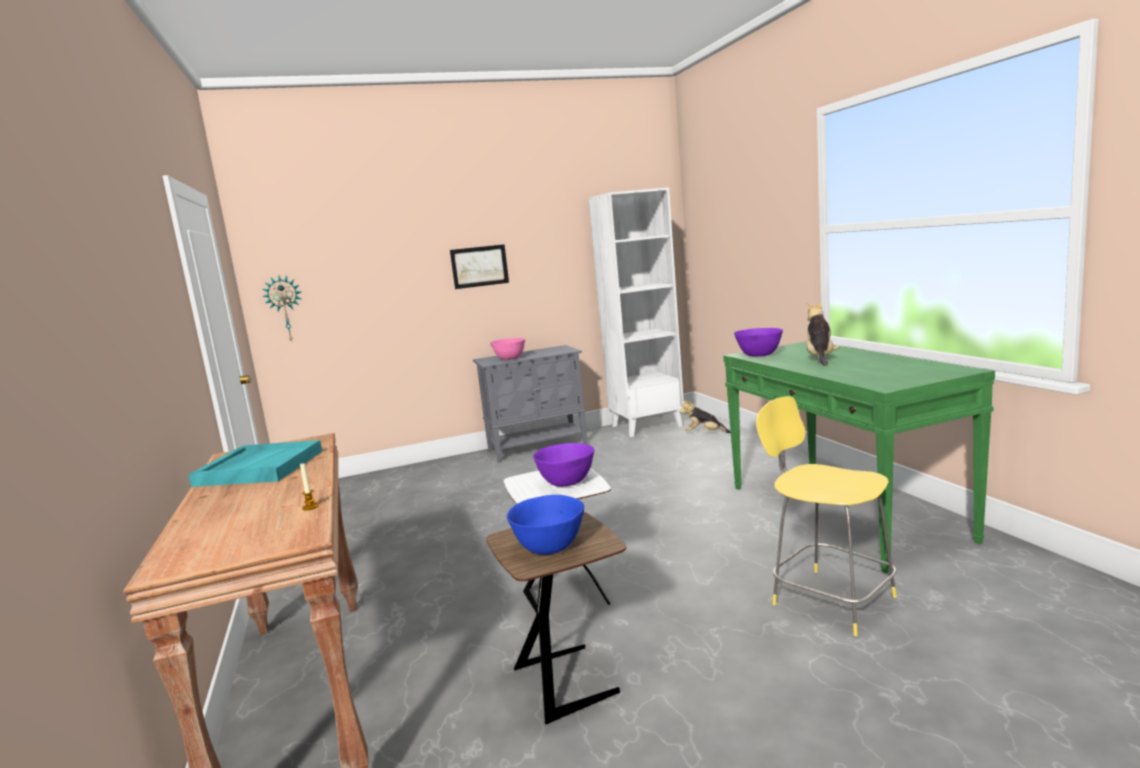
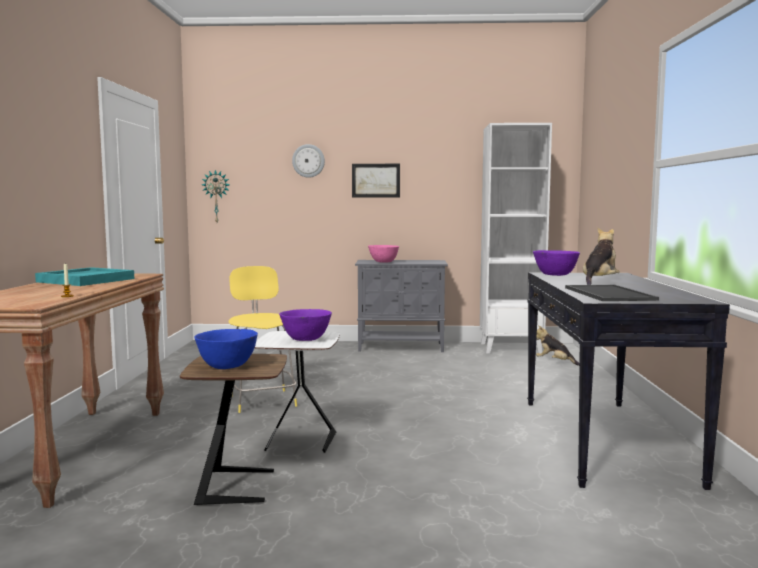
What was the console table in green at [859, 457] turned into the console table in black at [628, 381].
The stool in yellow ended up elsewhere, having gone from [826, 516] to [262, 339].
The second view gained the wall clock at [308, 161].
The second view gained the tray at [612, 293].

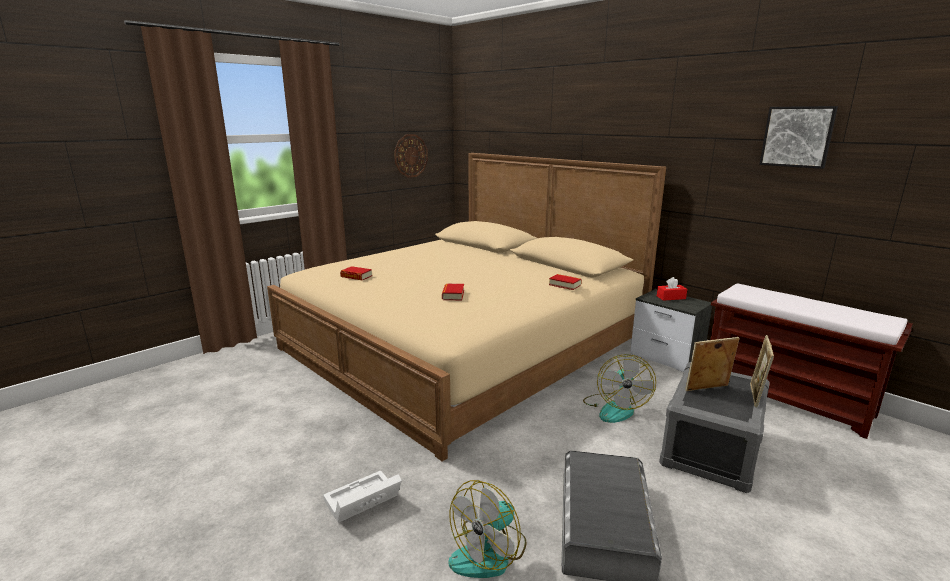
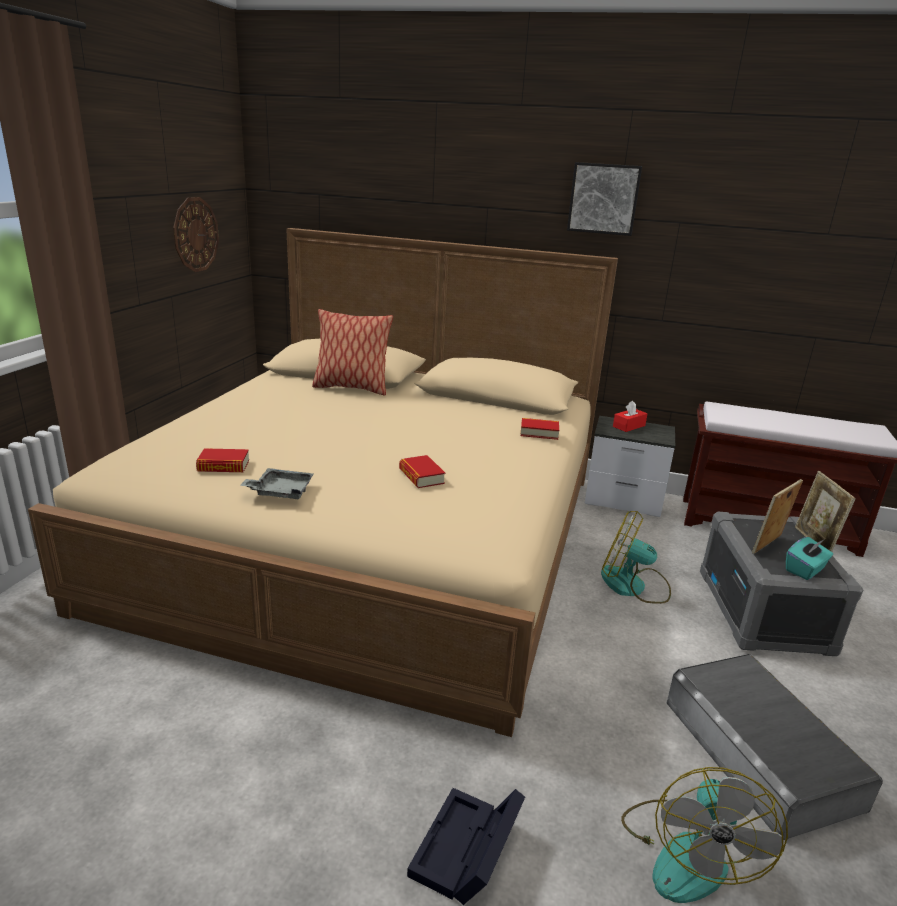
What was the storage box in white at [362, 496] turned into the storage box in black at [466, 846].
The fan at [619, 388] ended up facing another way, 135 degrees clockwise from before.
The picture ended up elsewhere, having gone from [798, 137] to [604, 199].
The second view gained the tray in grey at [277, 483].
The second view gained the pillow at [352, 352].
The second view gained the tissue box in turquoise at [809, 558].

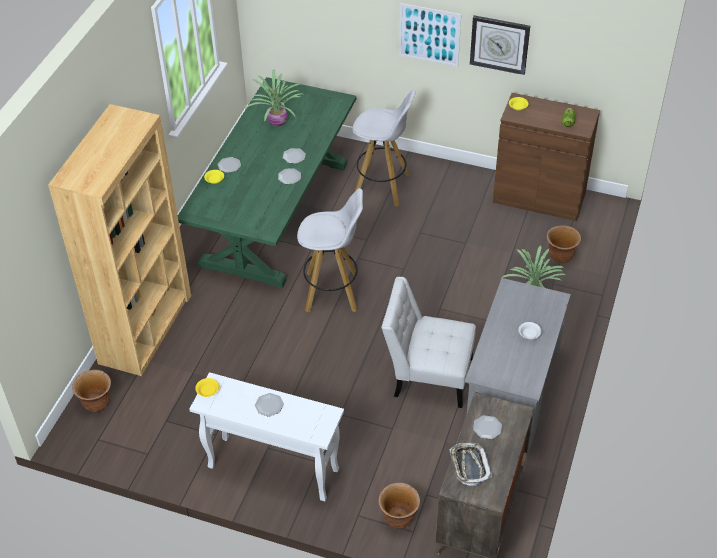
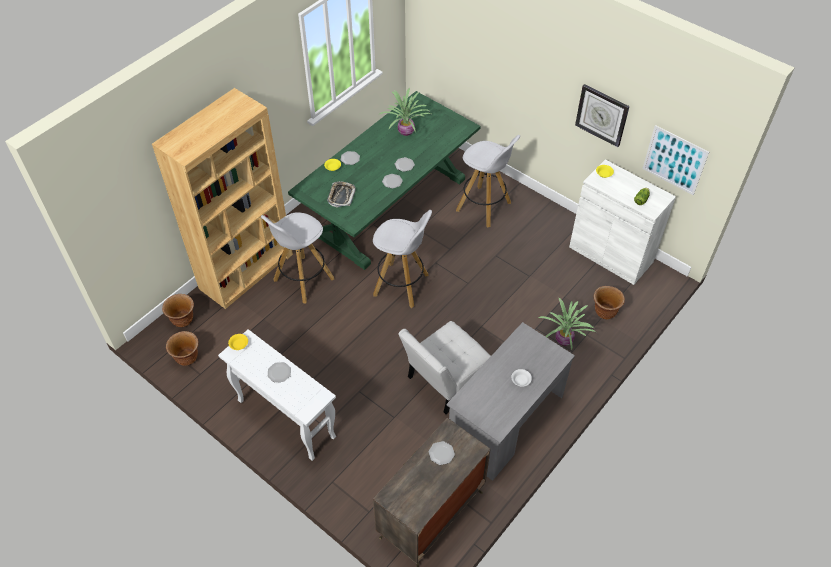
The planter in brown ended up elsewhere, having gone from [399, 505] to [182, 348].
The chair in white at [429, 342] ended up facing another way, 75 degrees counterclockwise from before.
The picture ended up elsewhere, having gone from [430, 35] to [675, 160].
The tray ended up elsewhere, having gone from [470, 464] to [341, 194].
What was the cabinet in brown at [546, 157] turned into the cabinet in white at [622, 222].
The second view gained the stool in white at [297, 257].

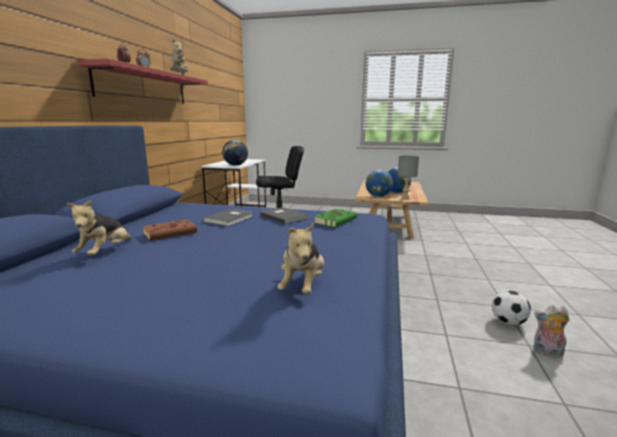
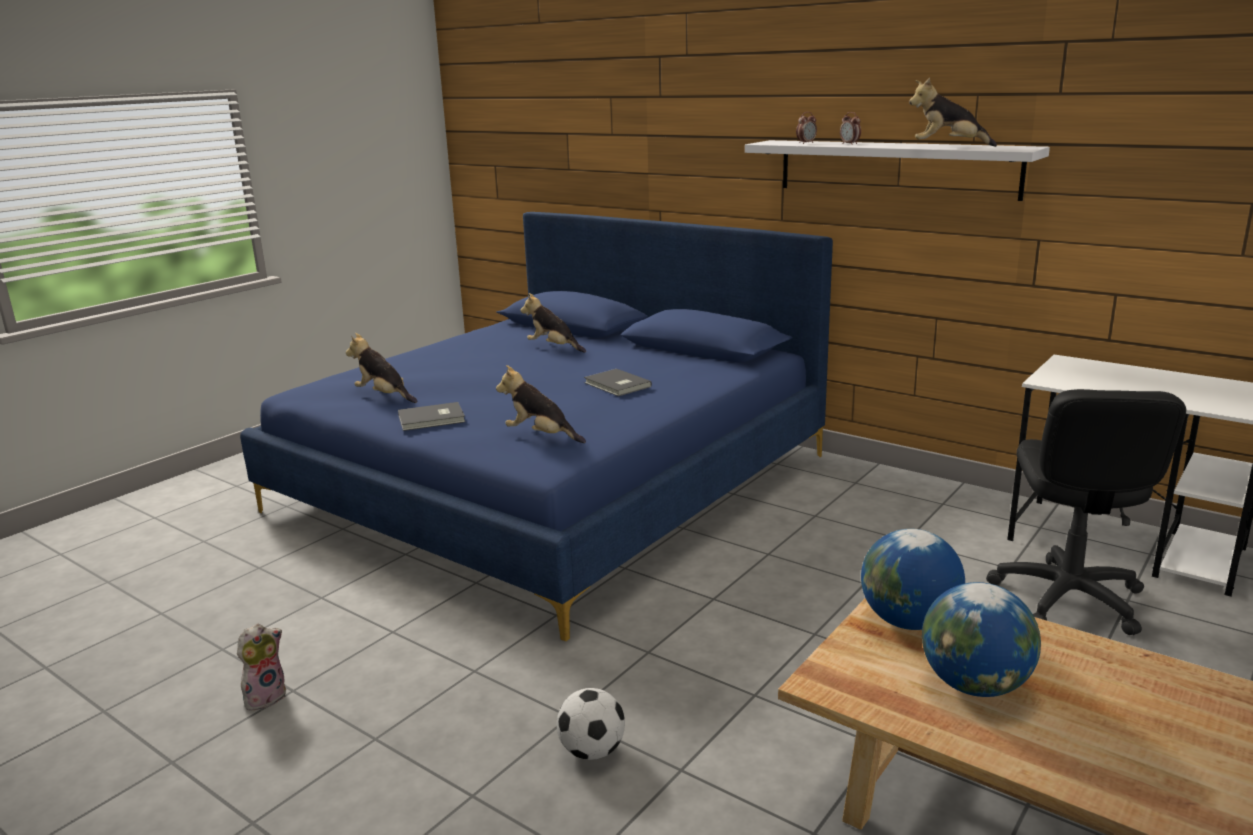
What was the shelf in red at [142, 81] turned into the shelf in white at [897, 170].
The second view lost the book in brown at [171, 230].
The second view lost the globe at [235, 153].
The book in grey ended up elsewhere, having gone from [284, 215] to [431, 416].
Where the book in green stood at [335, 218], the plush toy came to stand at [541, 404].
The second view lost the table lamp in grey at [408, 178].
The football ended up elsewhere, having gone from [511, 307] to [591, 724].

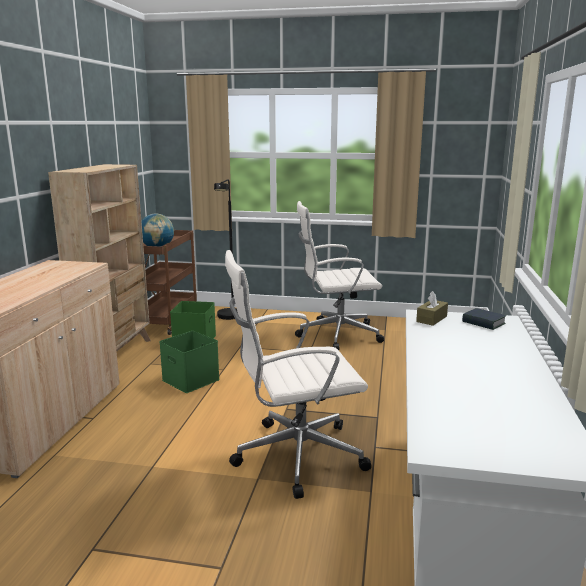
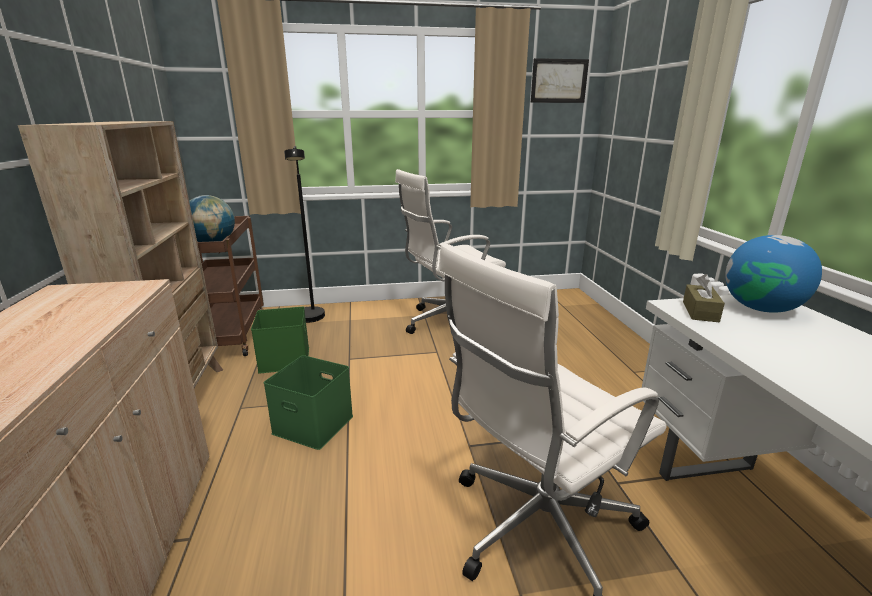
Where the book stood at [484, 319], the globe came to stand at [773, 274].
The second view gained the picture at [560, 80].

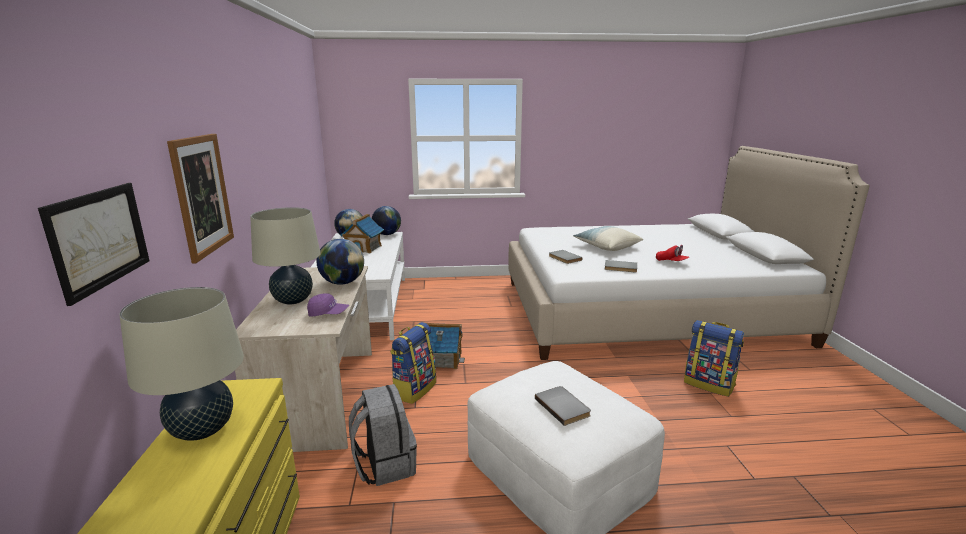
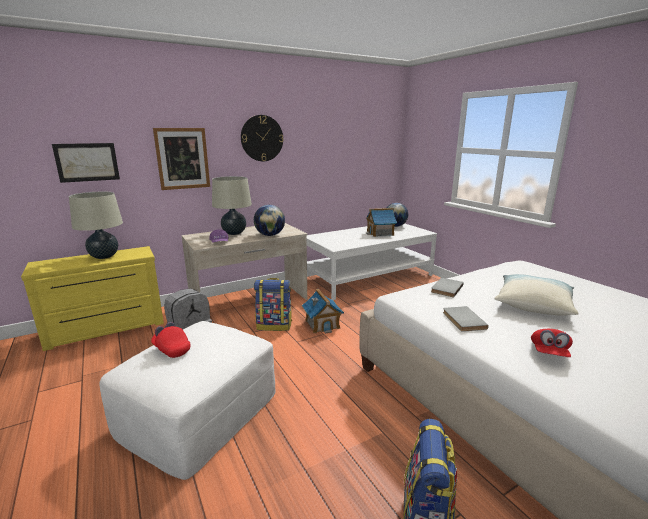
The second view lost the globe at [386, 220].
Where the book in grey stood at [563, 406], the cap in red came to stand at [170, 340].
The second view gained the wall clock at [262, 138].

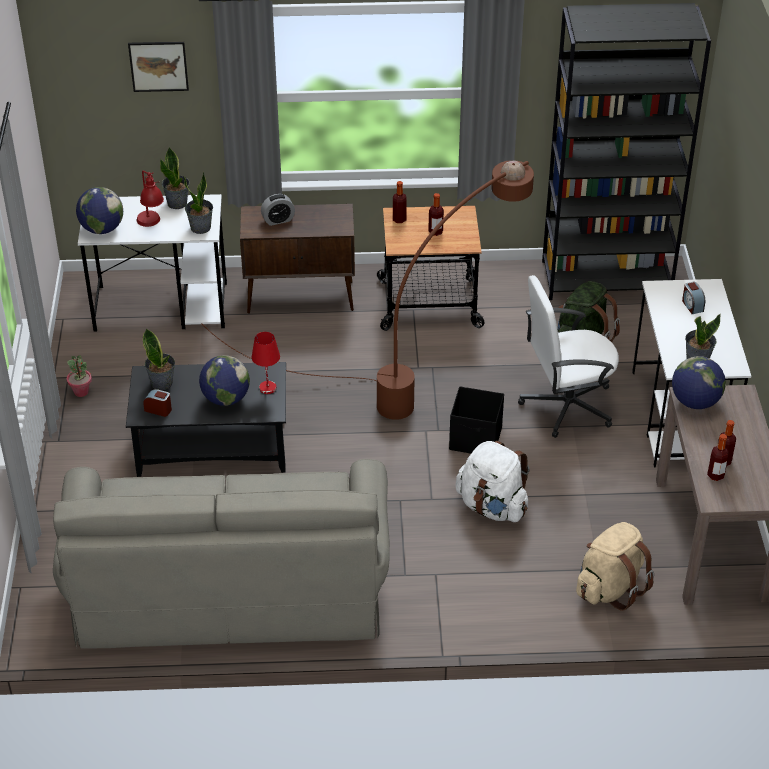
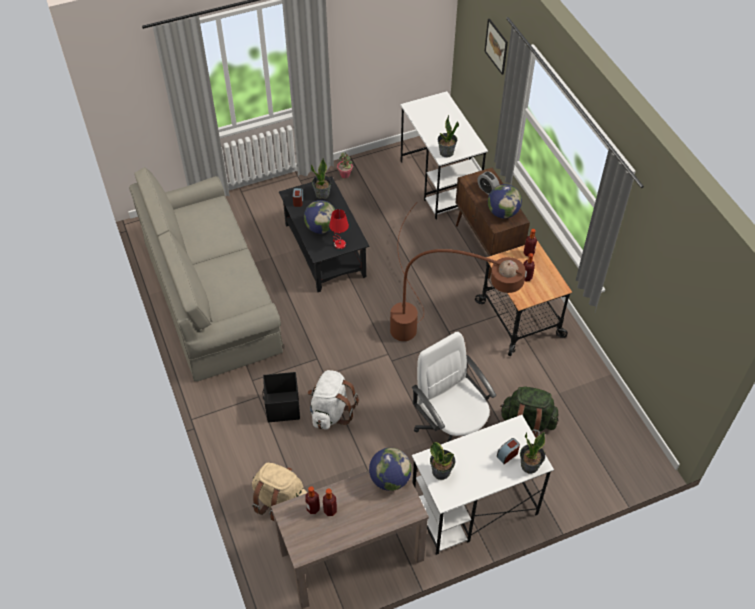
The globe ended up elsewhere, having gone from [99, 210] to [505, 201].
The second view lost the table lamp in red at [150, 199].
The potted plant ended up elsewhere, having gone from [174, 178] to [532, 452].
The storage box in black ended up elsewhere, having gone from [476, 419] to [281, 397].
The second view lost the bookcase in black at [626, 151].

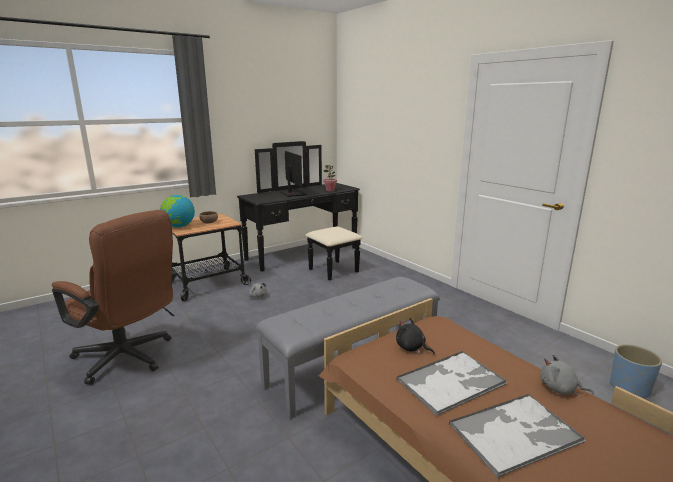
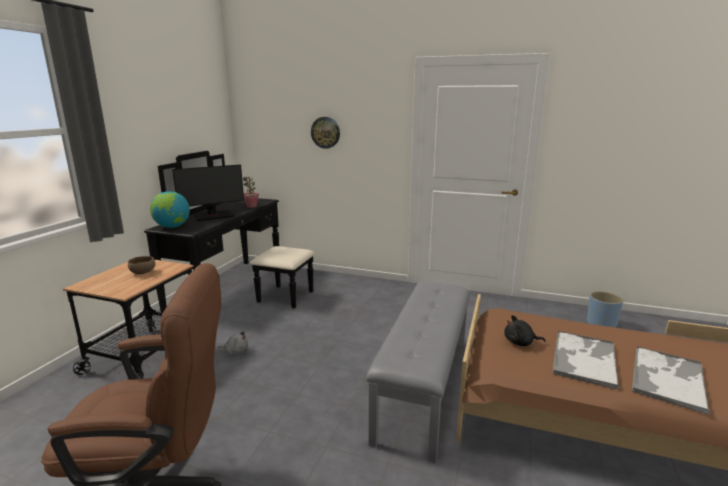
The globe ended up elsewhere, having gone from [177, 211] to [170, 209].
The monitor at [293, 174] ended up facing another way, 120 degrees clockwise from before.
The second view lost the plush toy in grey at [567, 375].
The second view gained the wall clock at [325, 133].

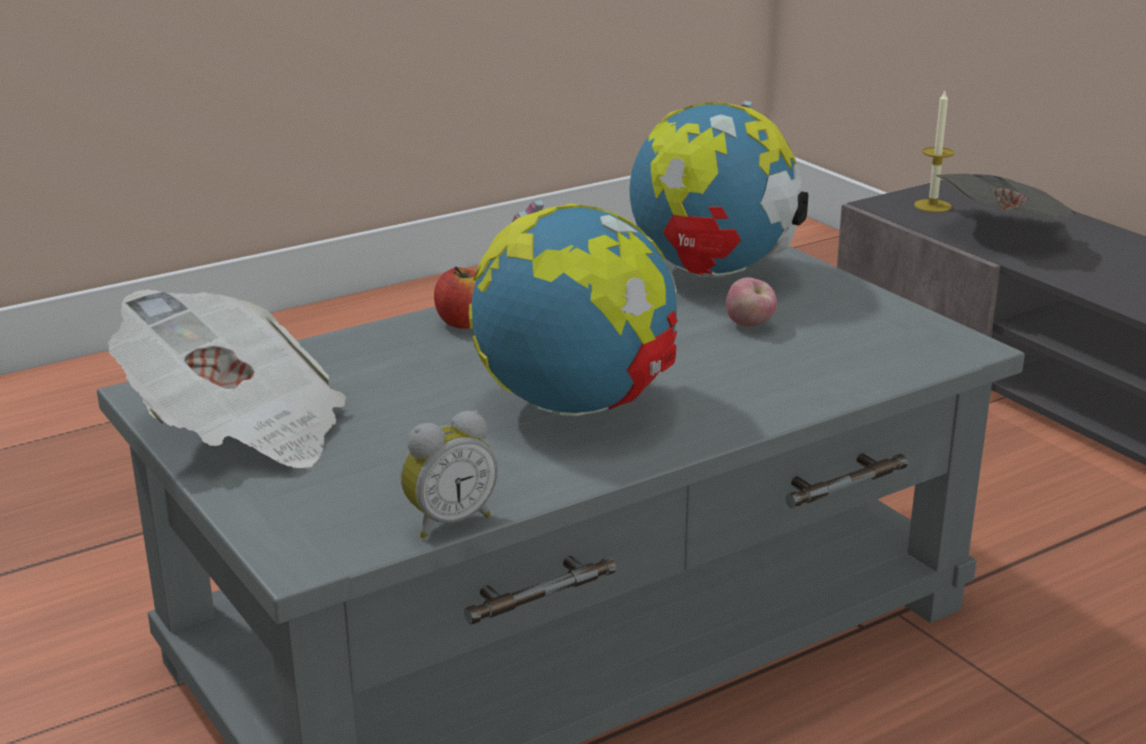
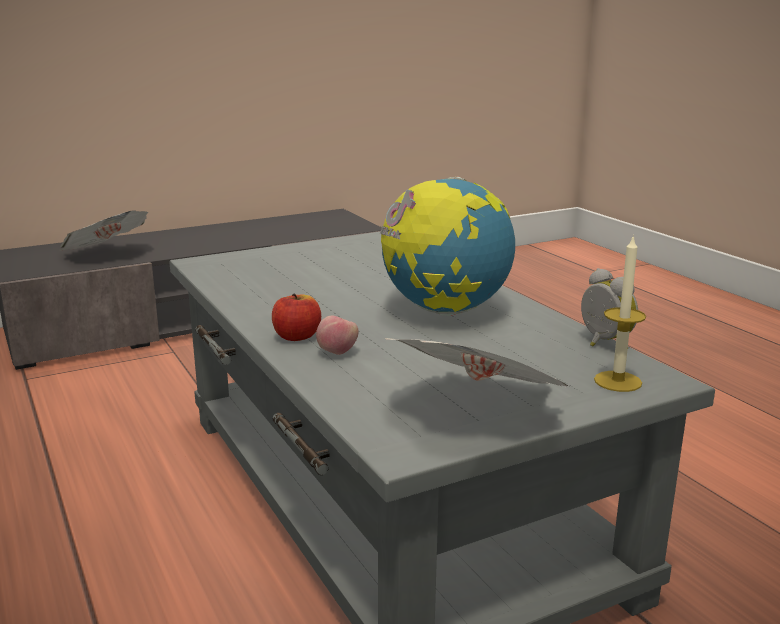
The second view lost the globe at [718, 189].
The apple ended up elsewhere, having gone from [751, 302] to [337, 335].
The candle ended up elsewhere, having gone from [934, 151] to [620, 313].

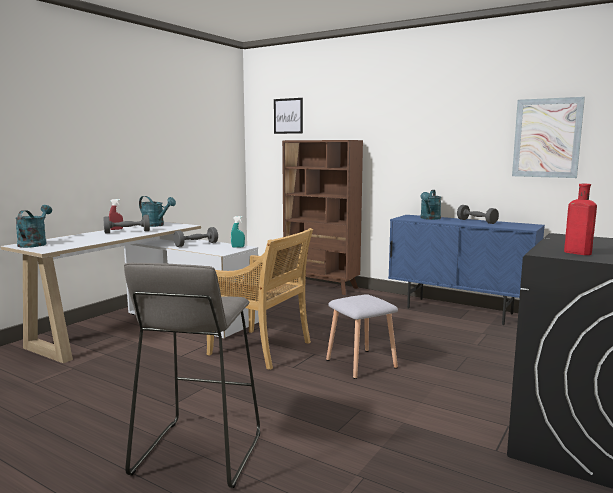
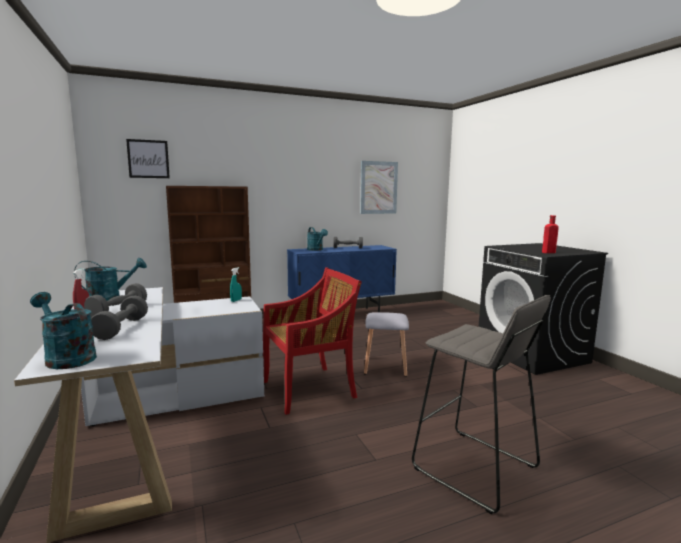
The dumbbell in grey ended up elsewhere, having gone from [196, 237] to [119, 317].
What was the chair in beige at [260, 299] turned into the chair in red at [312, 341].

